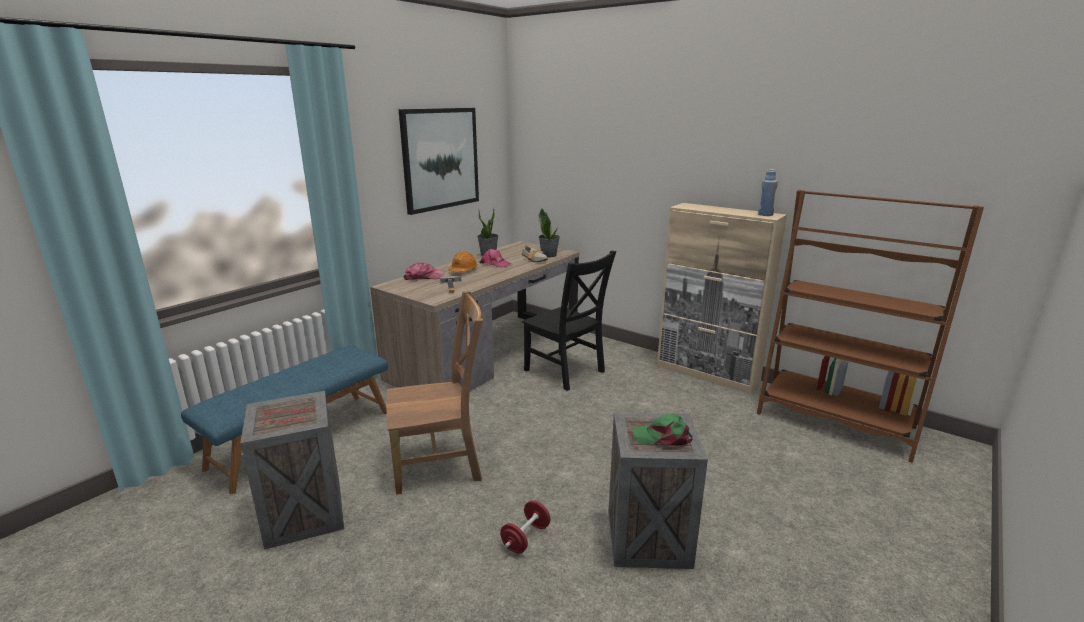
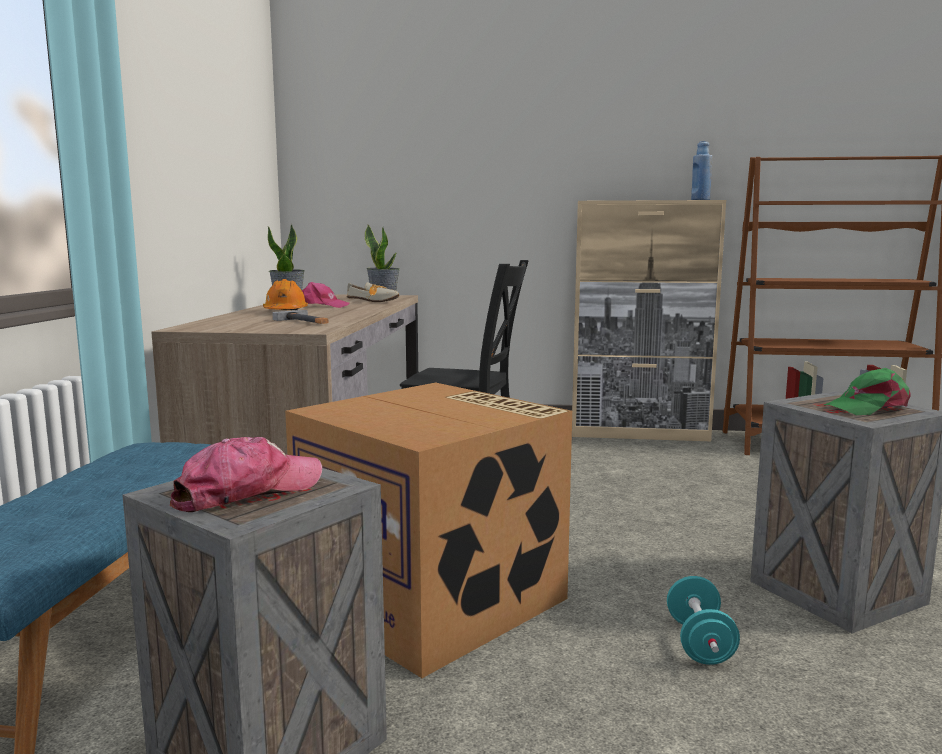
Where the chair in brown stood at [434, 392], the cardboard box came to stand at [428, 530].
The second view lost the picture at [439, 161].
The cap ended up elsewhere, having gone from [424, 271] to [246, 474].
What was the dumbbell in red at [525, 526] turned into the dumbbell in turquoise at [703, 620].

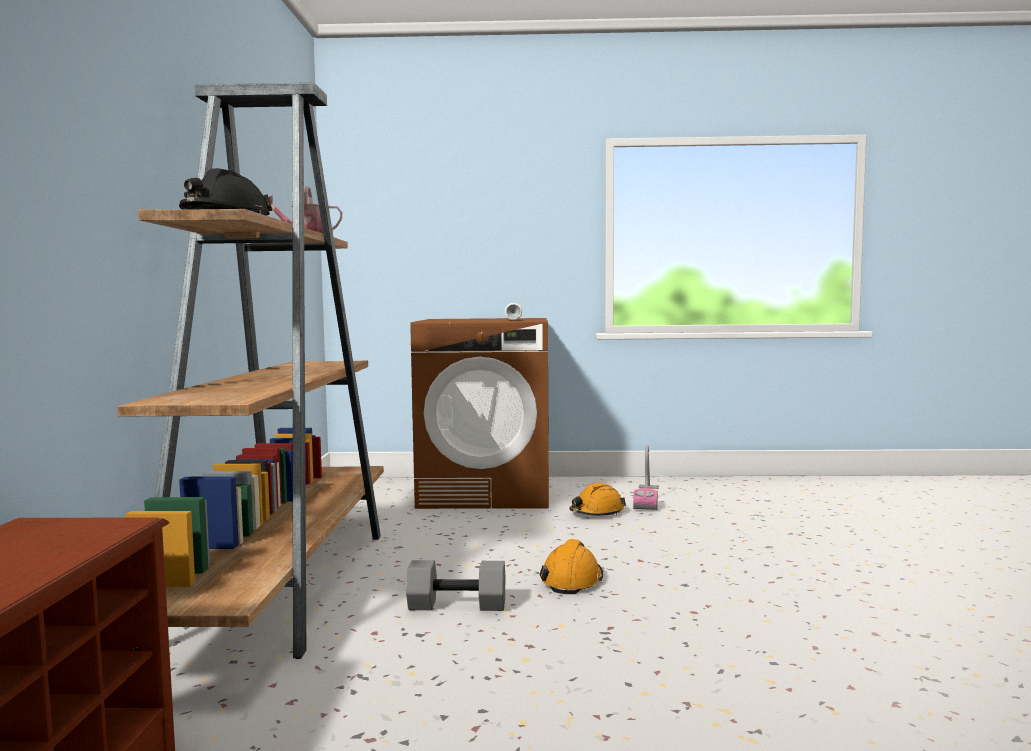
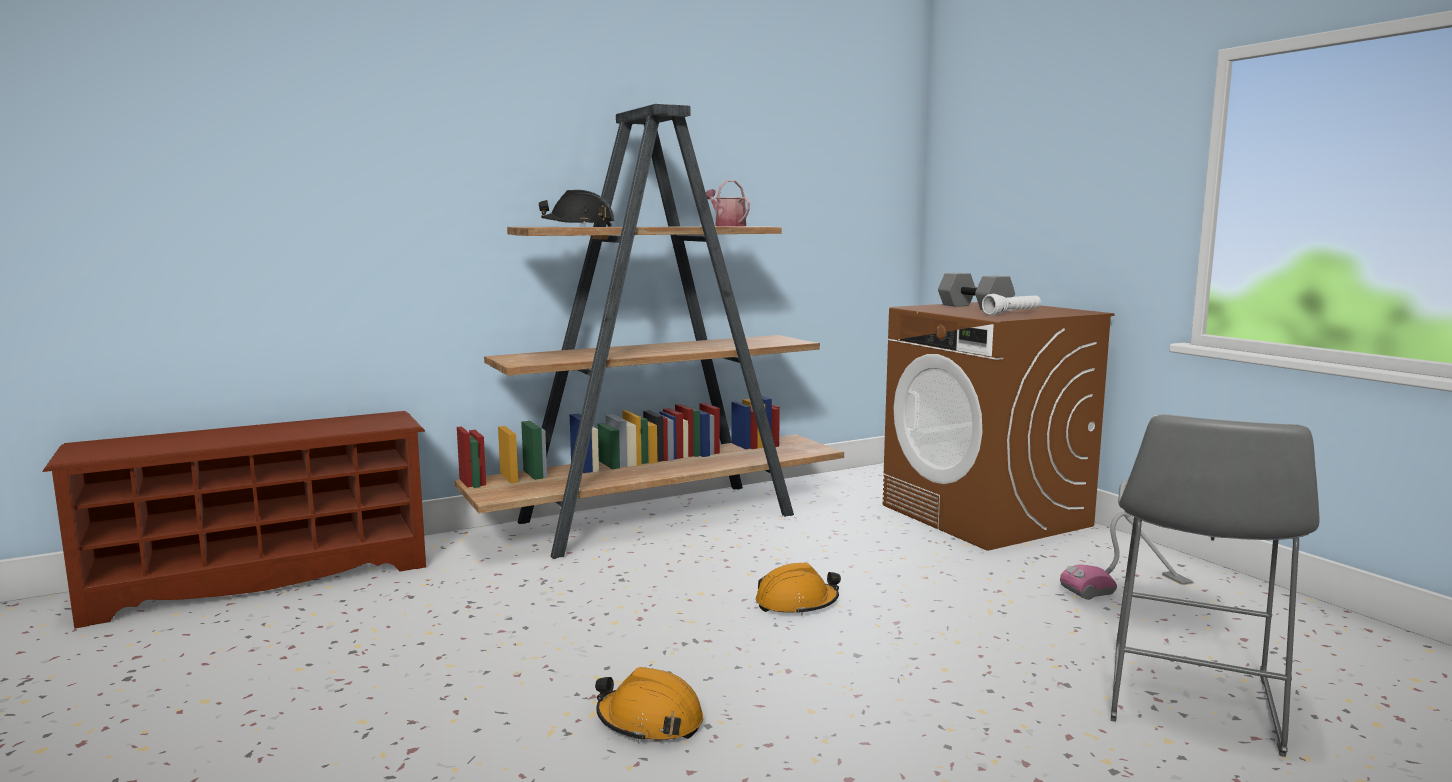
The dumbbell in grey ended up elsewhere, having gone from [455, 585] to [976, 291].
The hard hat in orange ended up elsewhere, having gone from [597, 499] to [649, 705].
The second view gained the stool in grey at [1215, 585].

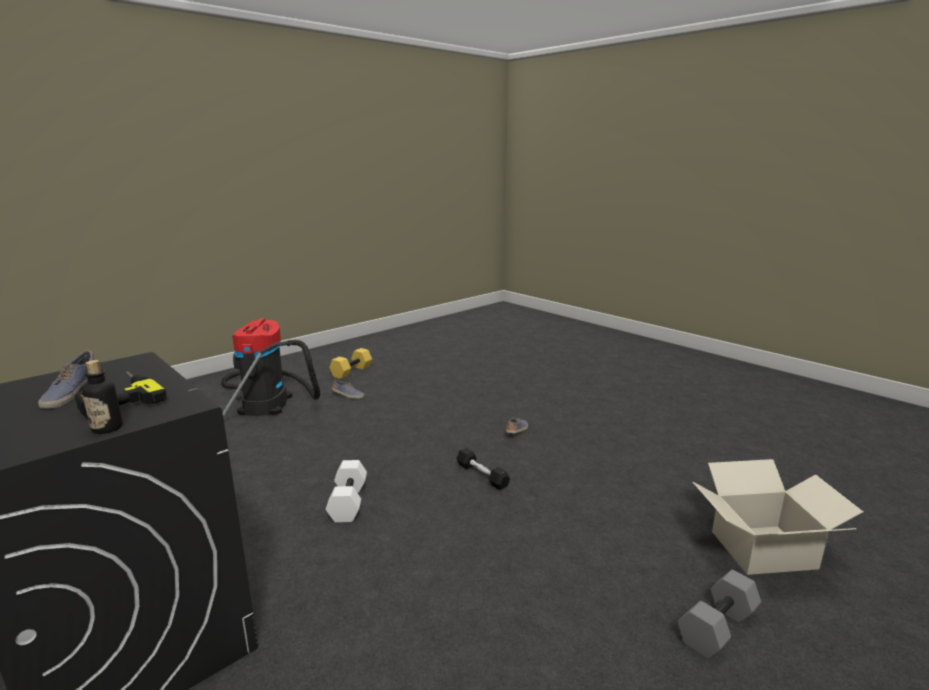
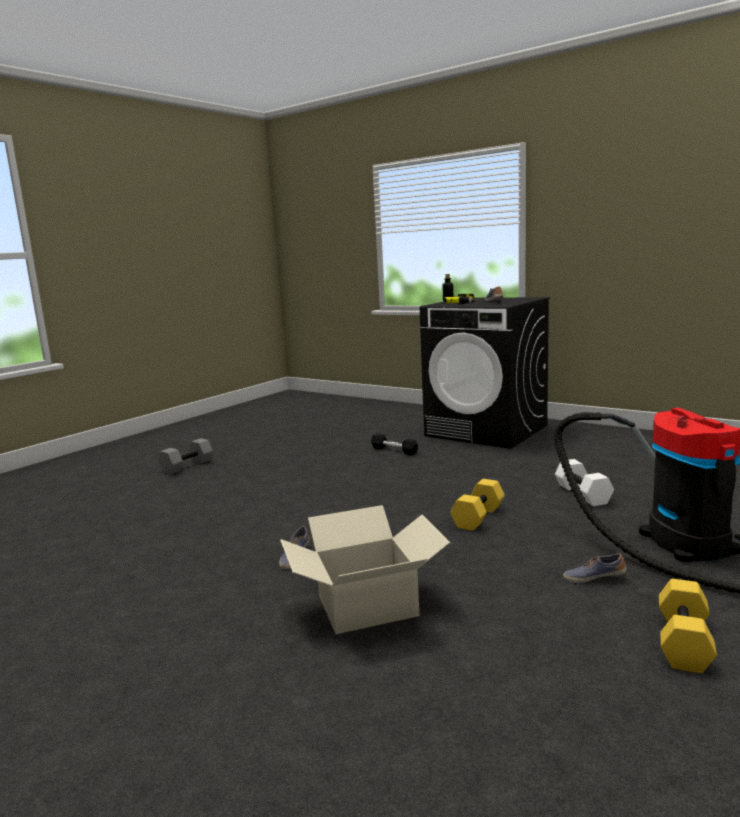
The dumbbell in white ended up elsewhere, having gone from [346, 491] to [584, 482].
The dumbbell in black ended up elsewhere, having gone from [483, 469] to [394, 444].
The cardboard box ended up elsewhere, having gone from [778, 517] to [365, 569].
The second view gained the dumbbell in yellow at [477, 505].

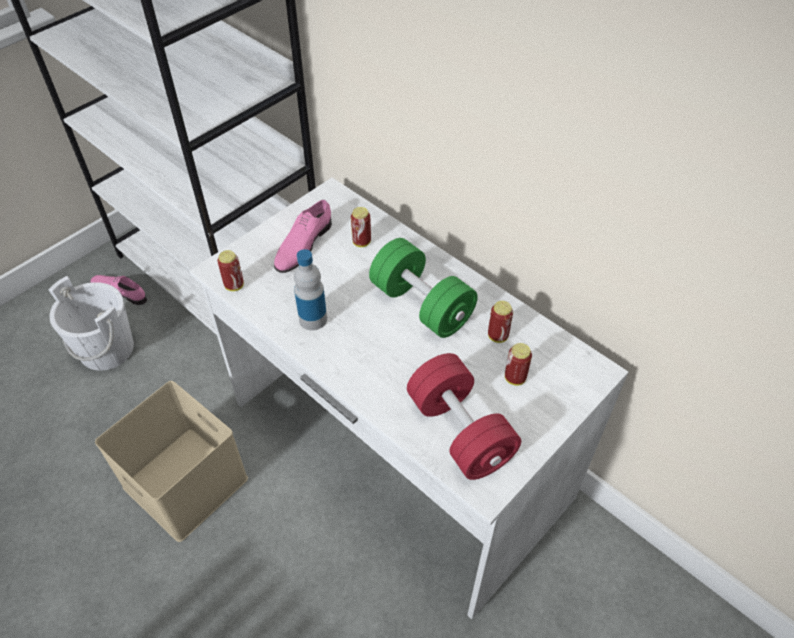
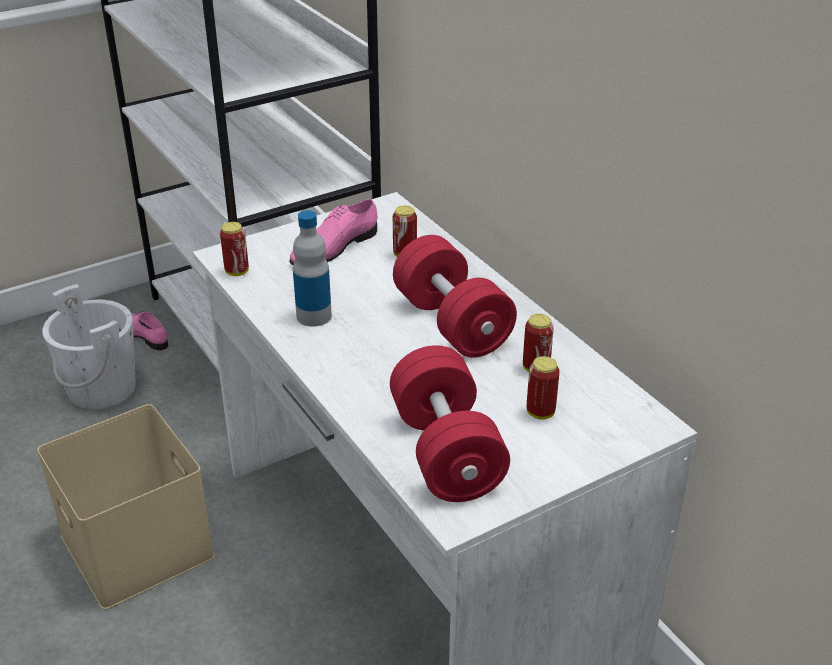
What was the dumbbell in green at [423, 288] turned into the dumbbell in red at [455, 296].

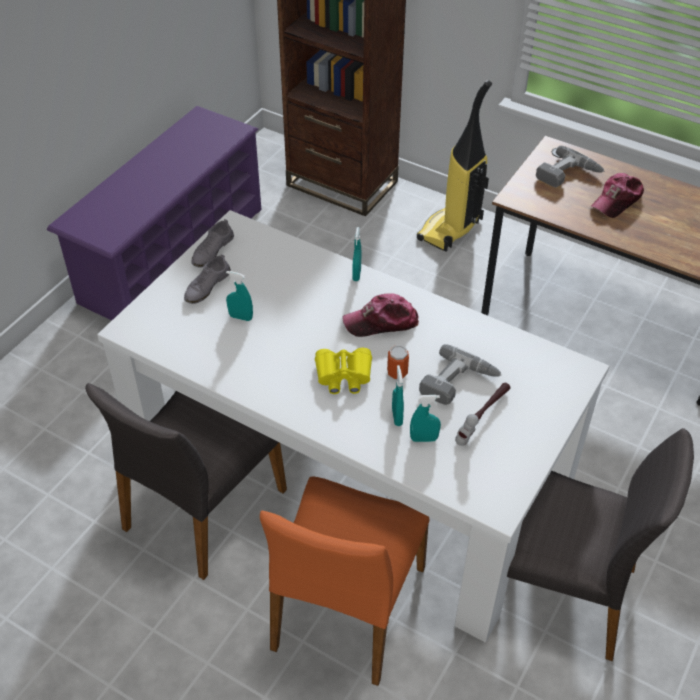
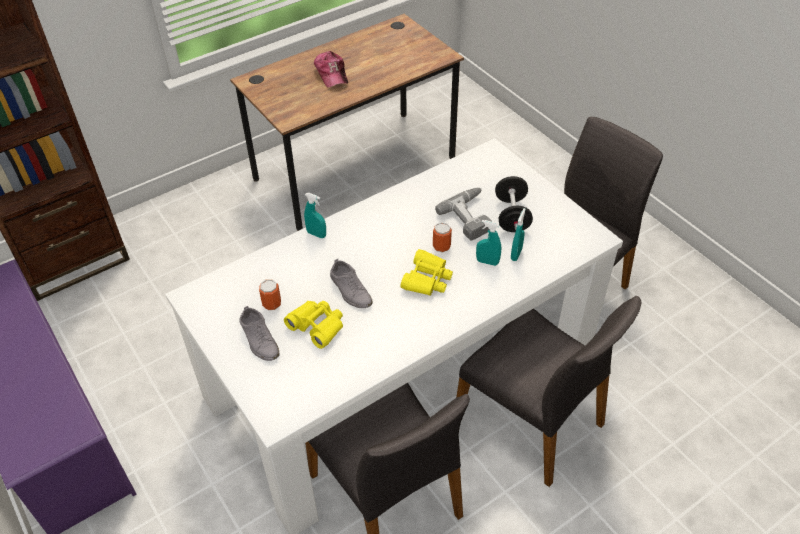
The shoe in grey ended up elsewhere, having gone from [212, 243] to [351, 283].
Where the spray bottle in turquoise stood at [239, 296], the binoculars in yellow came to stand at [313, 325].
What was the chair in orange at [344, 581] turned into the chair in grey at [548, 391].
The second view lost the cap at [380, 315].
The second view lost the vacuum cleaner at [454, 166].
Where the hammer stood at [482, 414], the dumbbell in black came to stand at [514, 204].
The second view lost the power drill at [570, 166].
The second view gained the can at [270, 294].

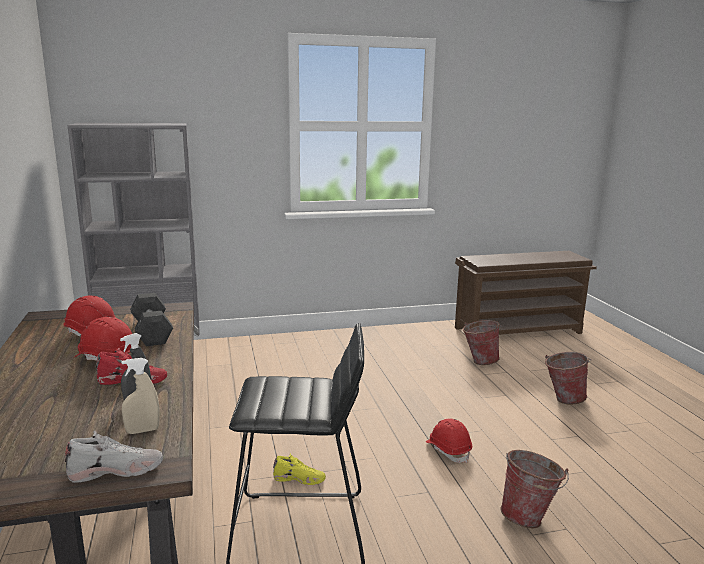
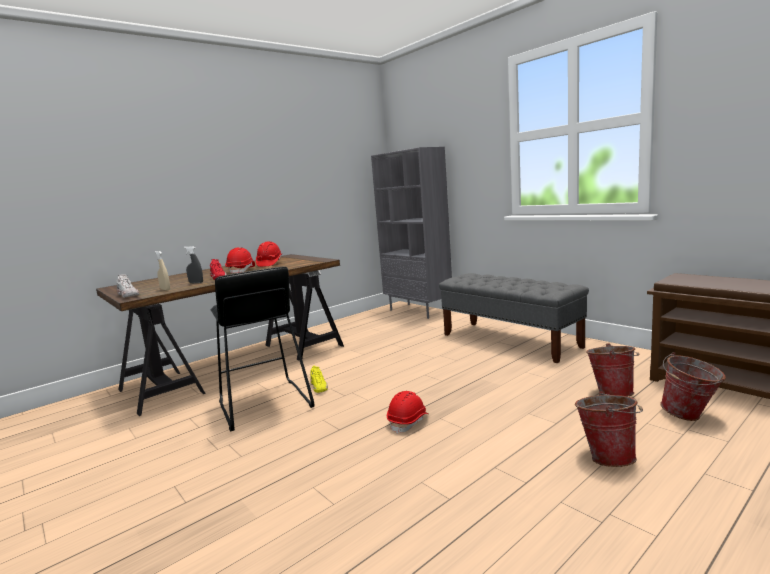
The second view lost the dumbbell in grey at [151, 319].
The bucket ended up elsewhere, having gone from [534, 489] to [693, 386].
The second view gained the bench in grey at [514, 318].

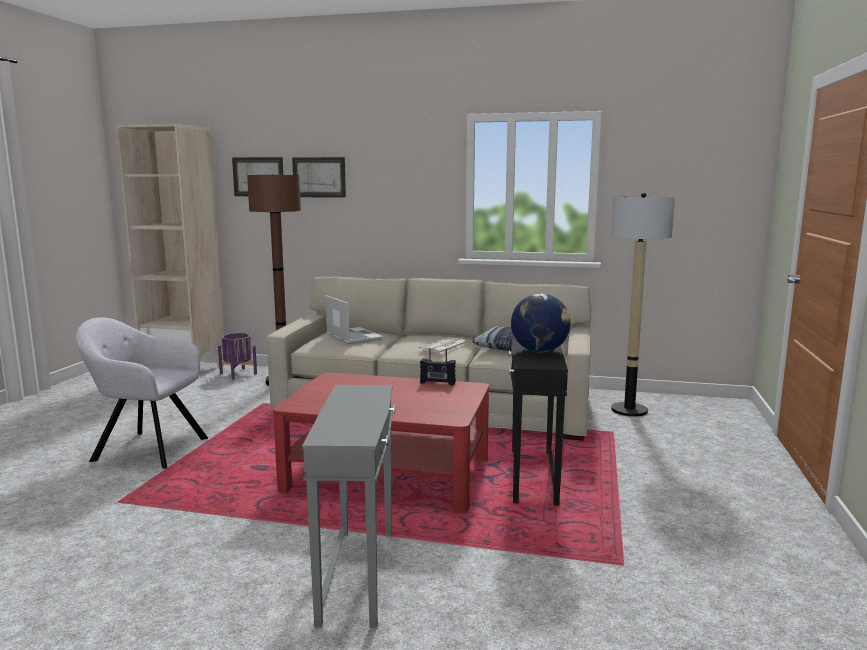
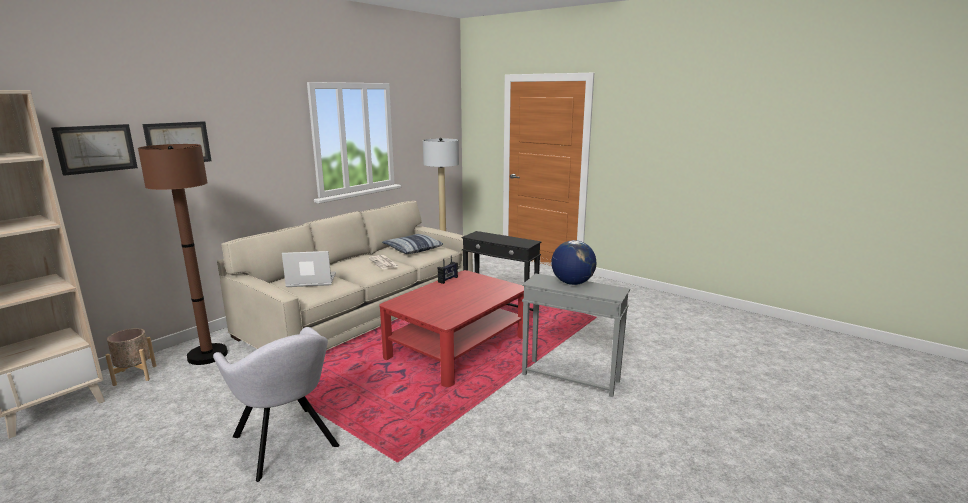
The armchair in grey at [142, 393] ended up facing another way, 75 degrees counterclockwise from before.
What was the planter in purple at [237, 356] turned into the planter in beige at [130, 357].
The globe ended up elsewhere, having gone from [541, 323] to [573, 262].

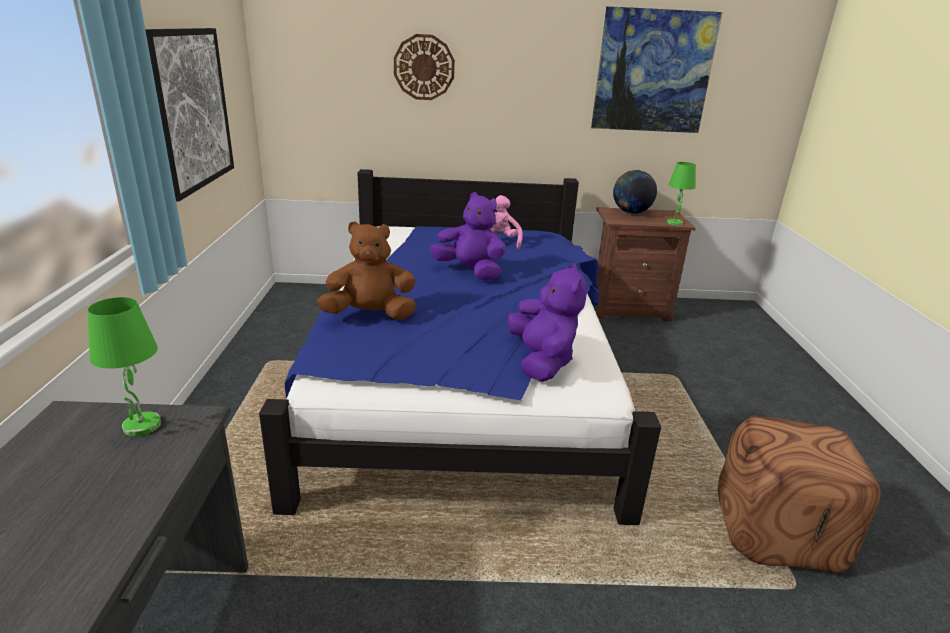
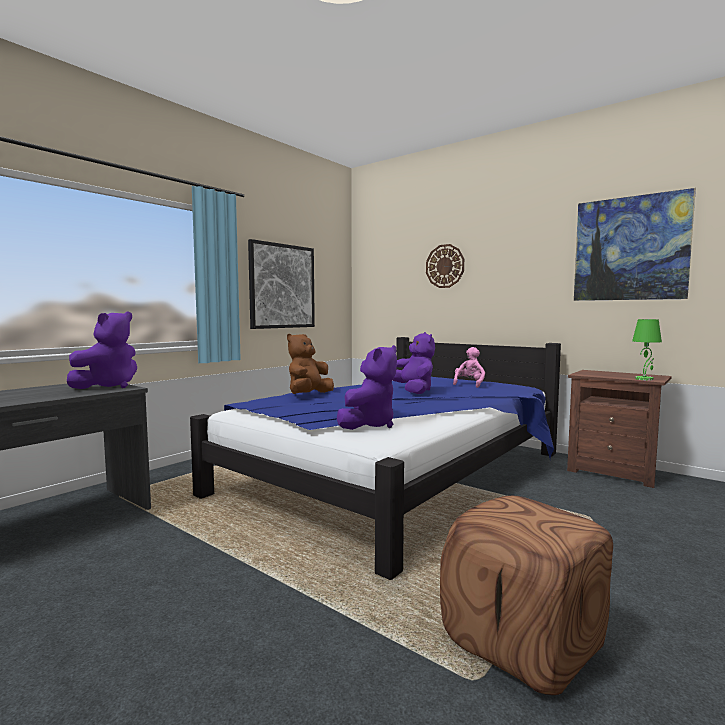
Where the table lamp in green stood at [124, 366], the plush toy in purple came to stand at [102, 350].
The plush toy in brown at [366, 270] ended up facing another way, 90 degrees counterclockwise from before.
The second view lost the globe at [635, 192].

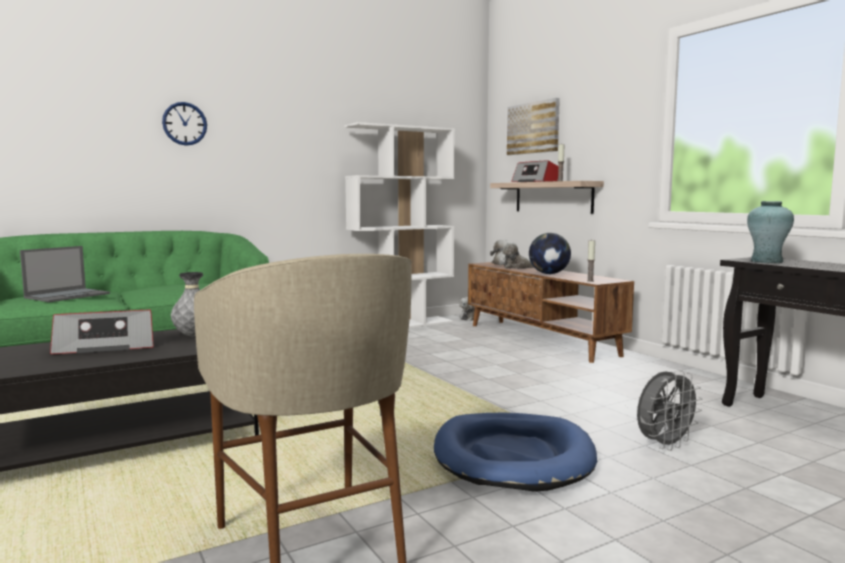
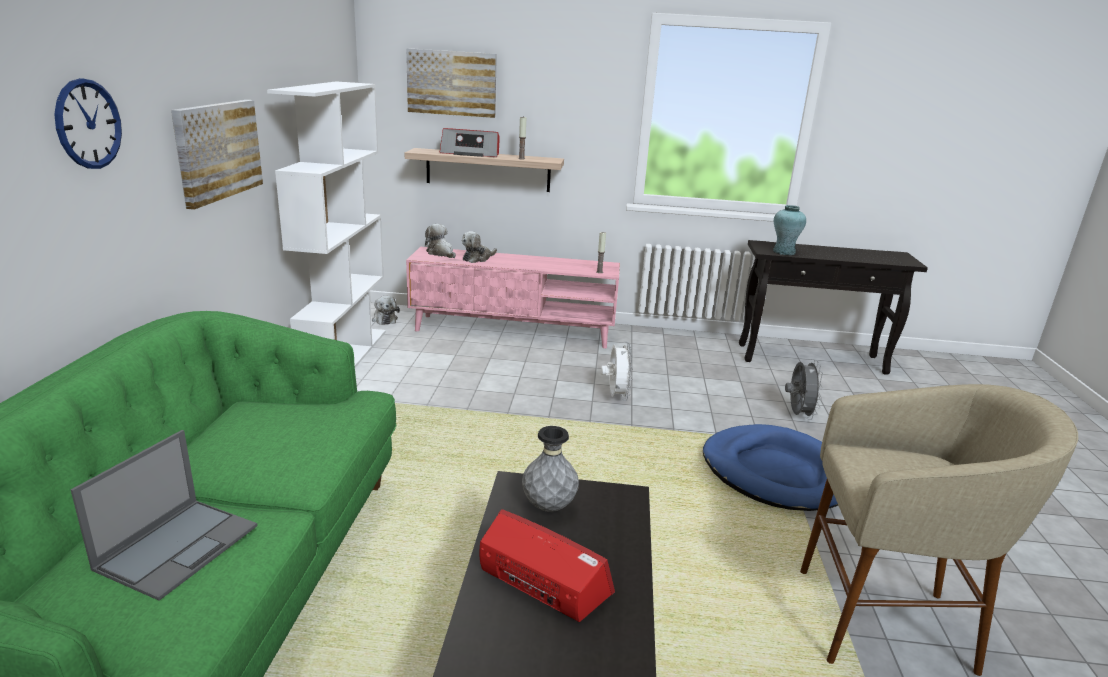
The laptop at [65, 274] ended up facing another way, 45 degrees clockwise from before.
The radio at [102, 332] ended up facing another way, 75 degrees counterclockwise from before.
What was the tv stand in brown at [551, 312] turned into the tv stand in pink at [513, 297].
The second view lost the globe at [550, 253].
The second view gained the picture at [217, 155].
The second view gained the fan in white at [617, 371].

